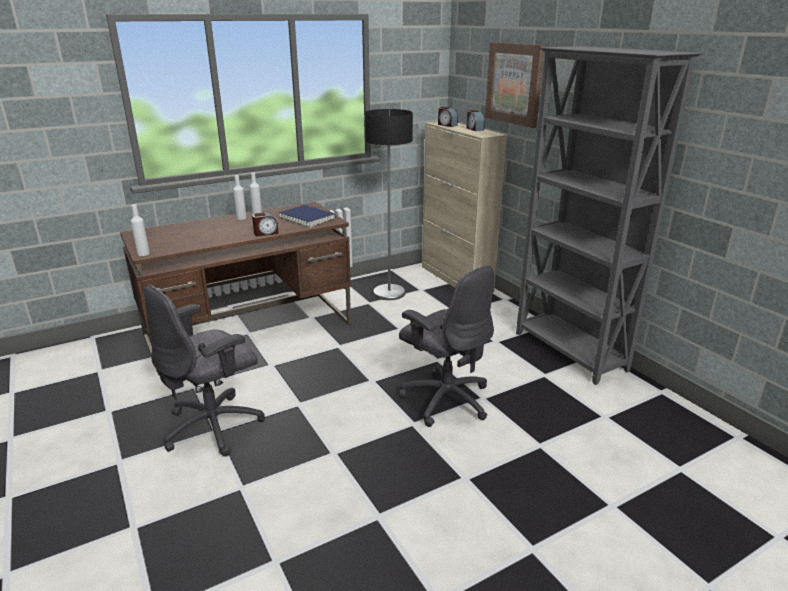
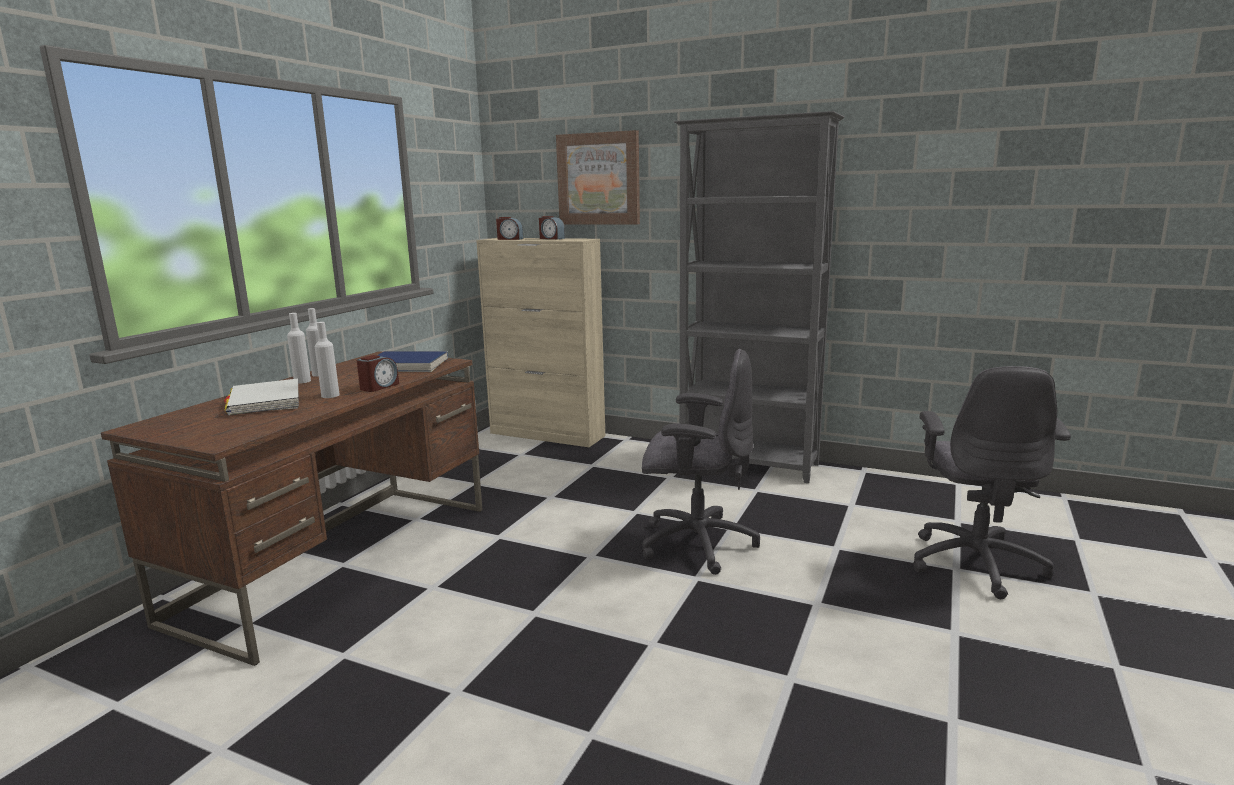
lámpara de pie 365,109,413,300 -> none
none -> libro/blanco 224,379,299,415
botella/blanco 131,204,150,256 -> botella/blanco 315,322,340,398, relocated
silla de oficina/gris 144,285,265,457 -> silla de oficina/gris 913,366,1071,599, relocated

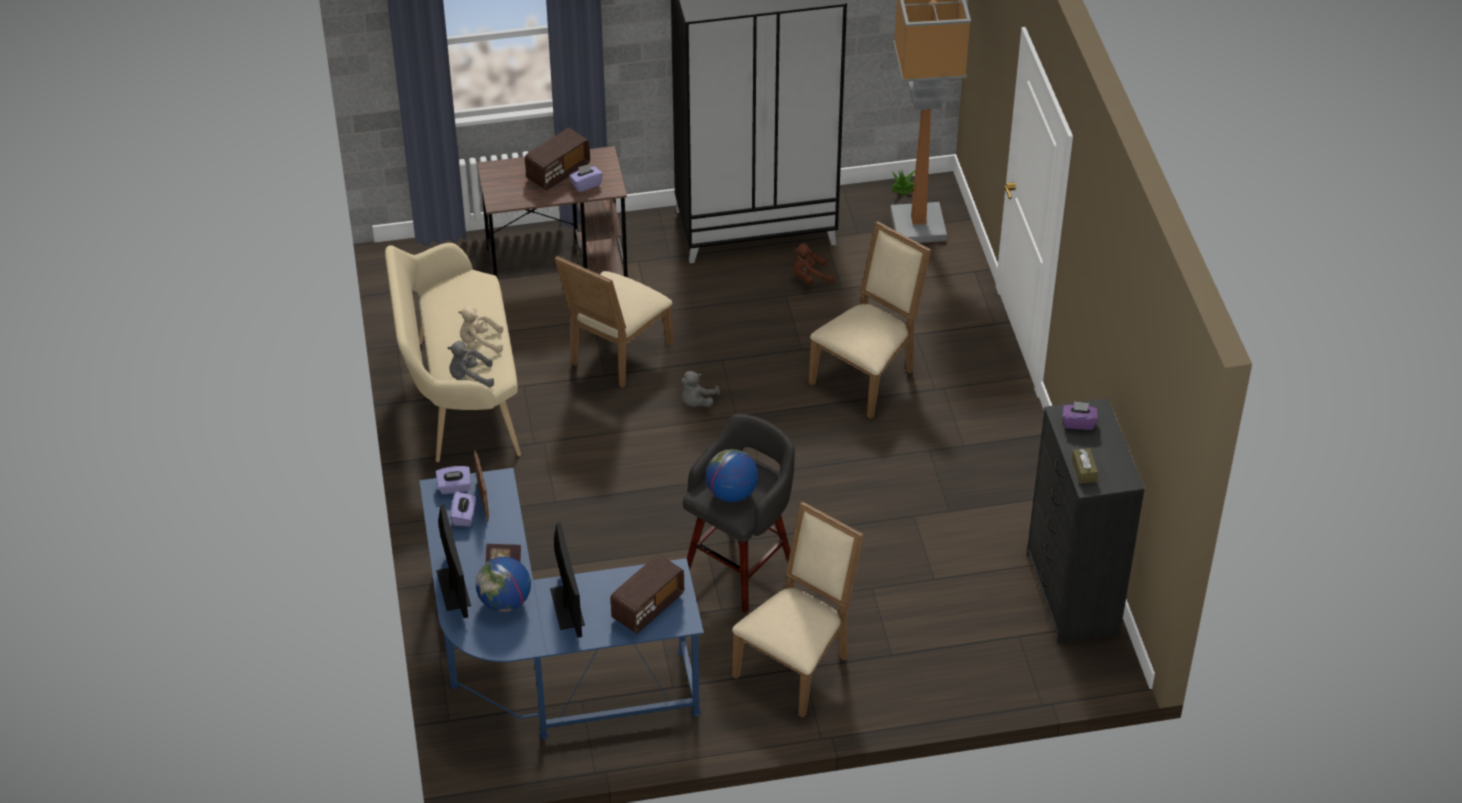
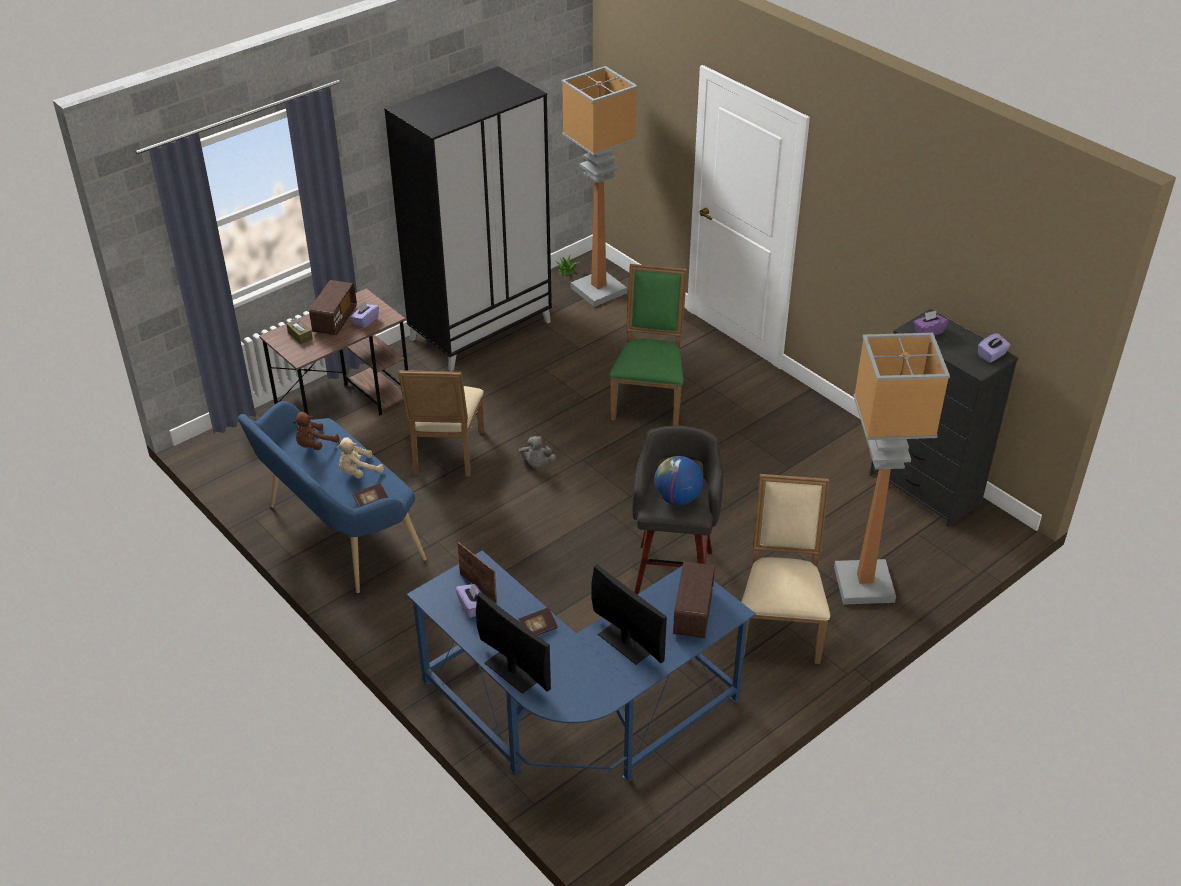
globo terráqueo 476,557,531,612 -> none
none -> lámpara de pie 834,333,950,605
caja de pañuelos/morado 436,466,471,494 -> caja de pañuelos/morado 978,333,1011,363, relocated
peluche/marrón 793,243,835,285 -> peluche/marrón 293,412,339,450, relocated
caja de pañuelos/marrón 1072,448,1098,484 -> caja de pañuelos/marrón 286,318,313,344, relocated
peluche/gris 448,341,494,387 -> libro 353,483,388,507
banco/beis 385,243,521,462 -> banco/azul 238,401,427,593
silla/beis 809,221,931,419 -> silla/verde 609,264,687,426

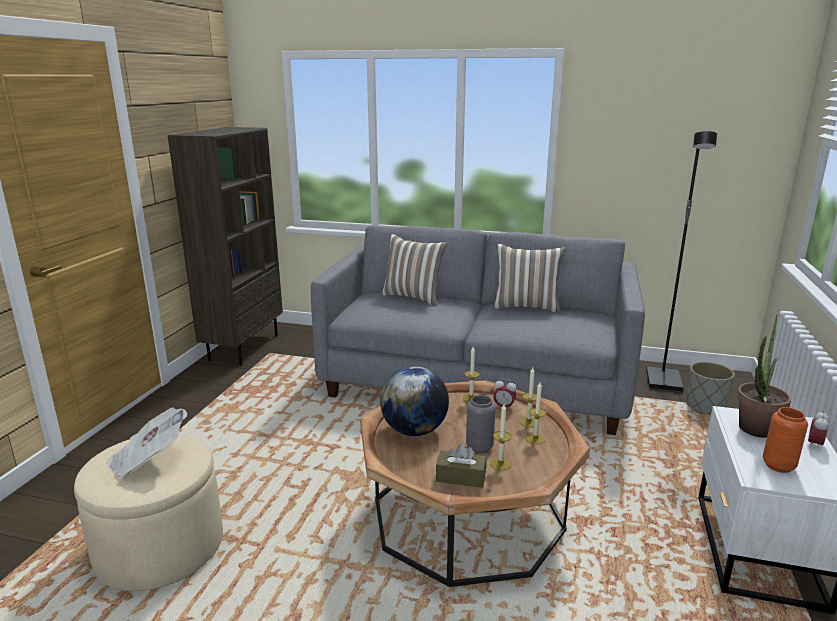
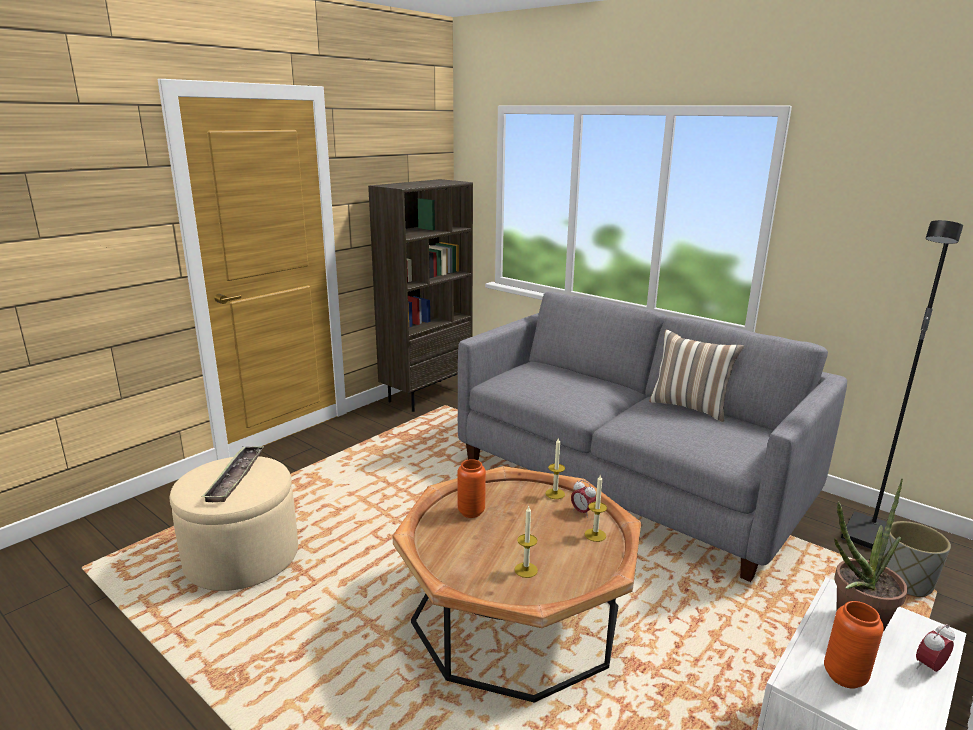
cojín 382,234,448,306 -> none
caja de pañuelos/marrón 436,444,487,488 -> none
florero/gris 466,395,496,454 -> none
vela 526,382,546,444 -> none
periódico 106,407,187,478 -> bandeja 202,446,264,502
globo terráqueo 380,366,449,436 -> florero/naranja 457,459,486,518

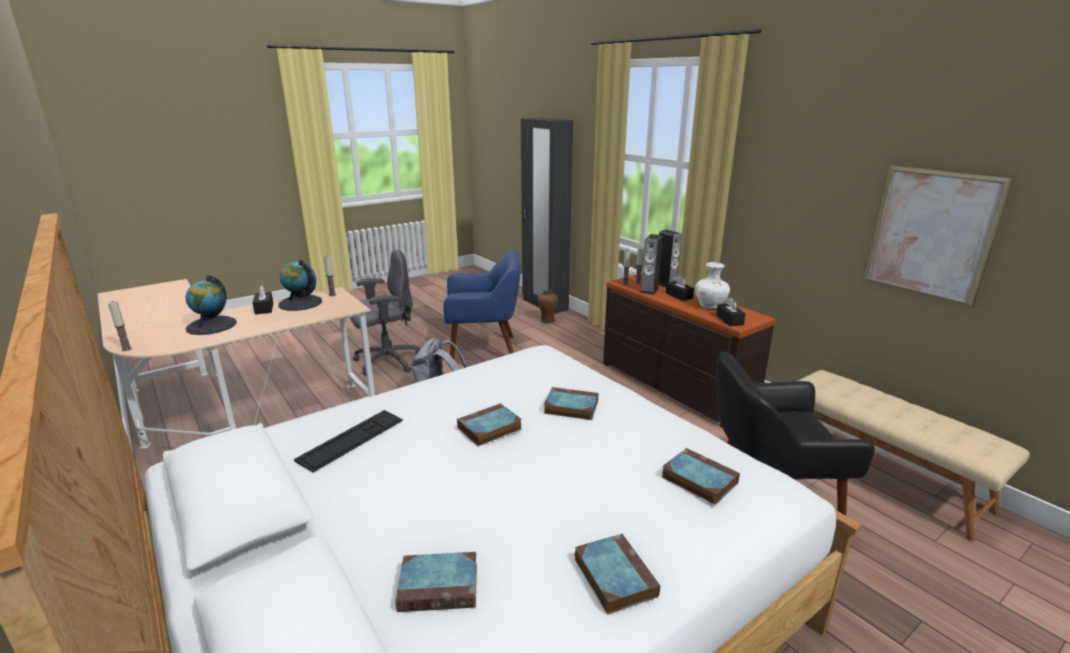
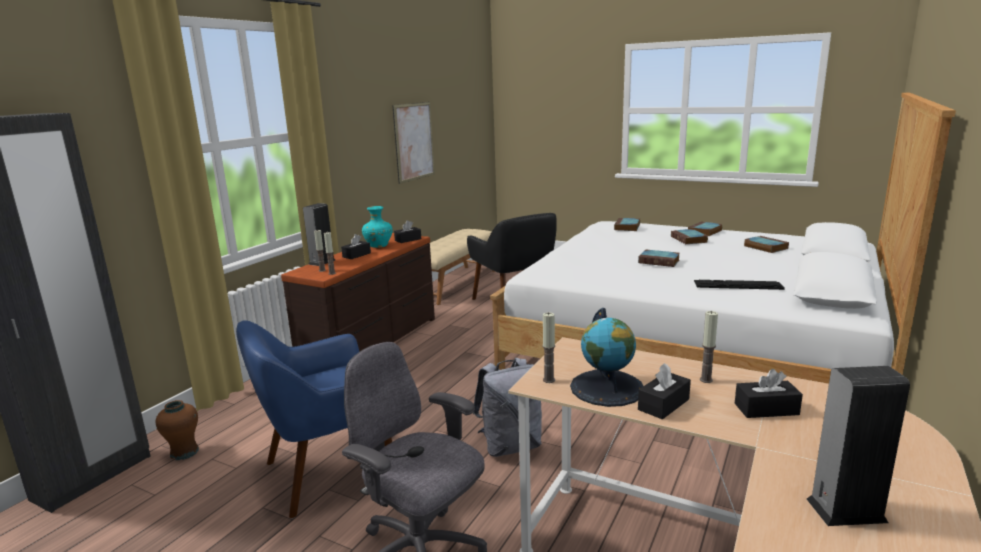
vela 108,301,132,351 -> vela 700,311,718,383, relocated
libro 544,387,598,420 -> libro 671,229,708,244, relocated
altavoz 640,234,662,295 -> altavoz 807,366,910,526, relocated
globo terráqueo 186,275,237,335 -> caja de pañuelos/negro 735,369,803,418
florero/blanco 695,262,730,309 -> florero/turquesa 362,206,393,248
sillón/azul 443,250,521,359 -> sillón/azul 236,320,392,518, 90 degrees counterclockwise

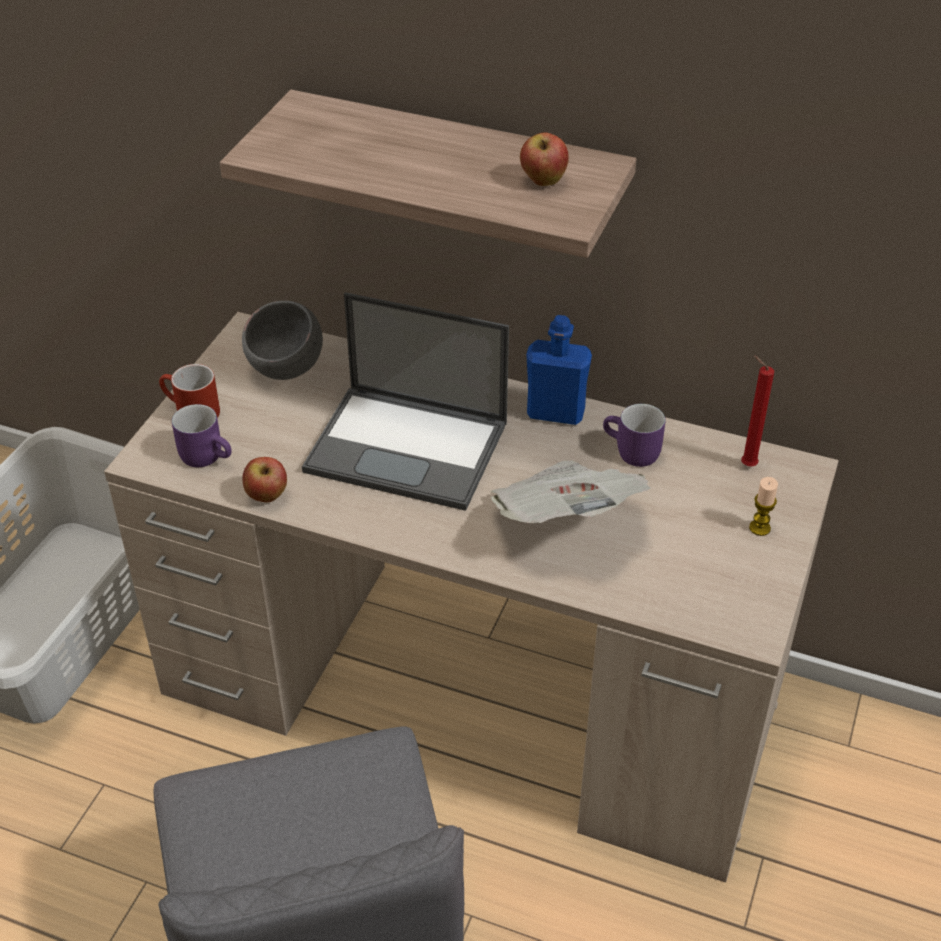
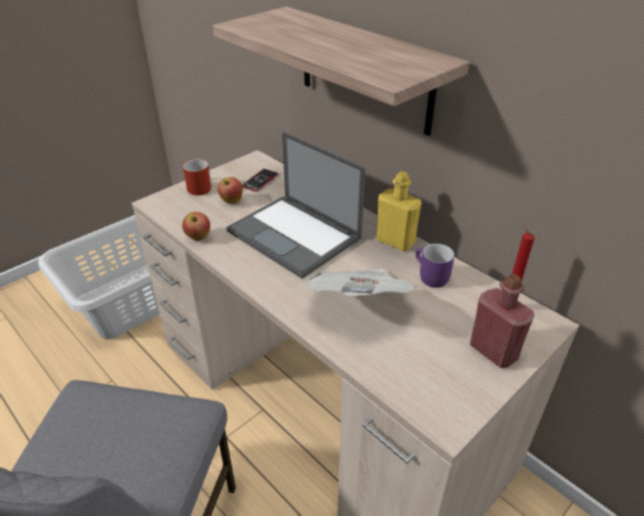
taza grande/morado 172,404,232,467 -> none
manzana 520,132,569,186 -> manzana 218,177,243,204, relocated
cuenco/gris 242,301,323,380 -> móvil 242,169,278,192
vela 749,477,778,536 -> botella/rojo 470,274,535,368
botella/azul 526,315,592,425 -> botella/amarillo 377,171,422,251

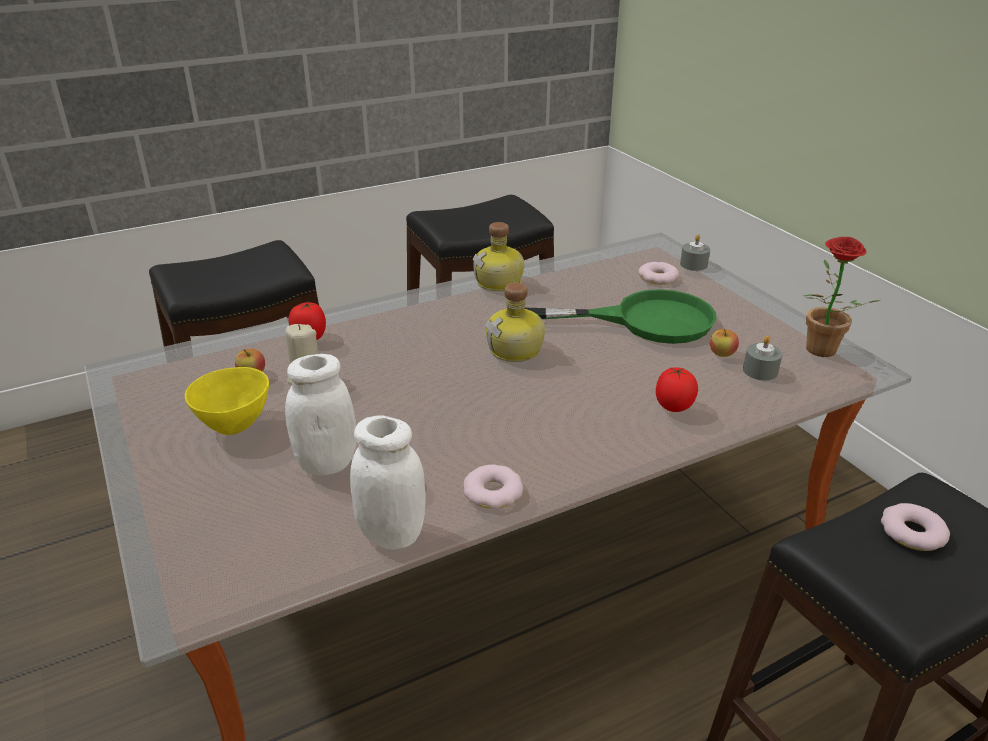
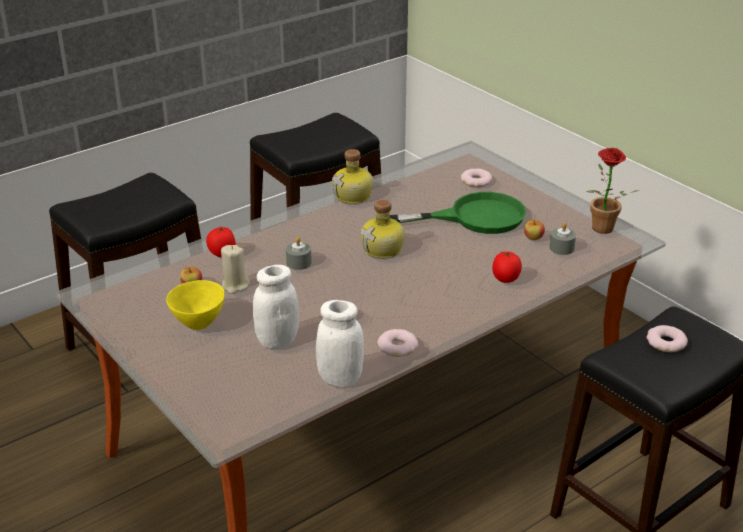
vela/gris 680,234,710,271 -> vela/gris 286,237,312,270, relocated

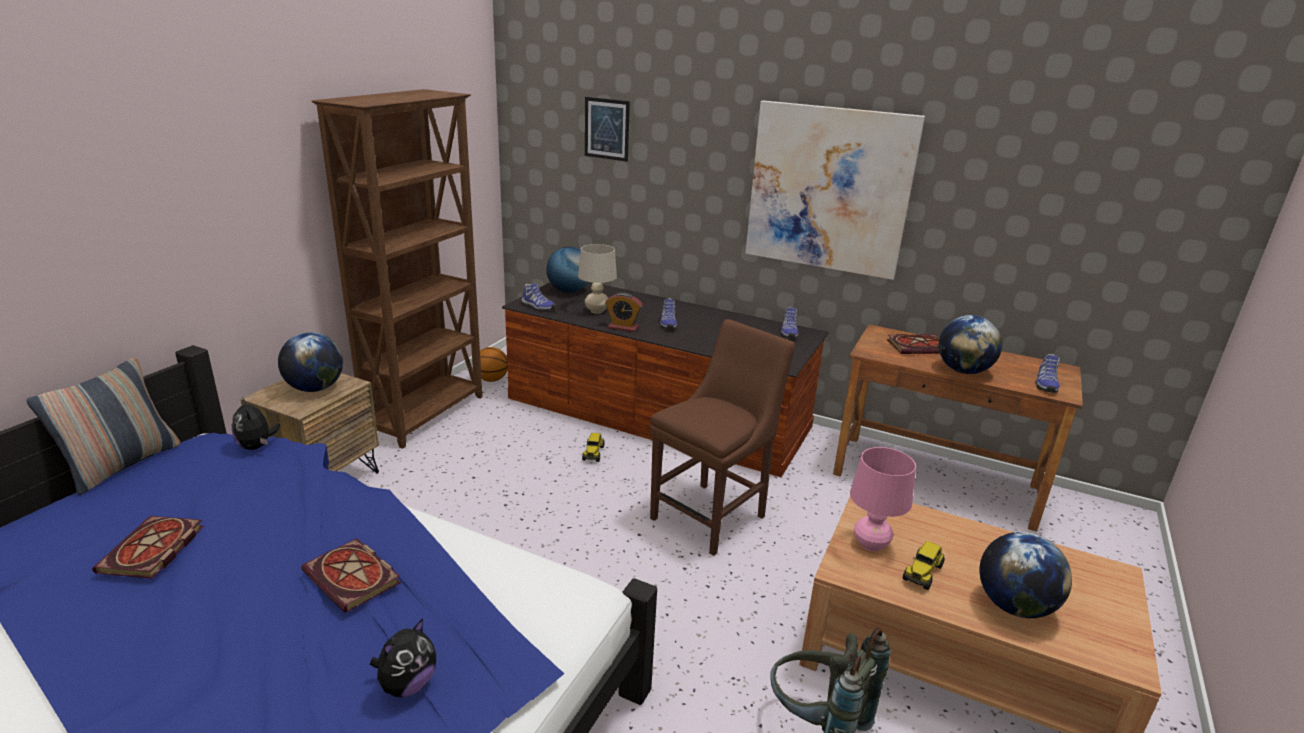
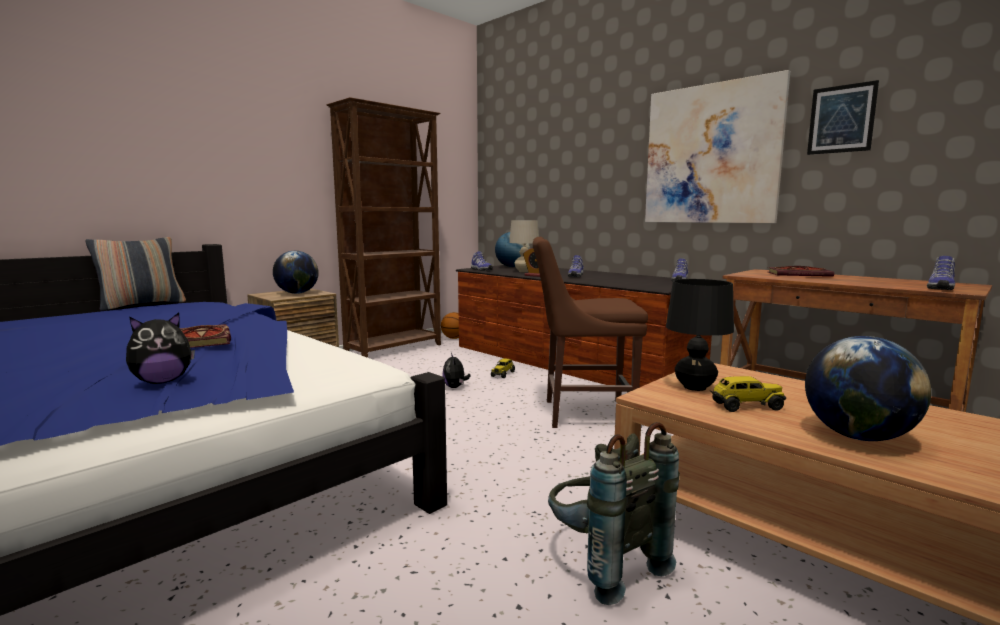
libro 92,516,204,579 -> none
globo terráqueo 939,315,1002,374 -> none
peluche 232,398,280,450 -> peluche 442,353,470,388, relocated
cuadro 585,97,630,162 -> cuadro 807,80,879,155, relocated
lámpara de mesa/rosa 850,447,916,551 -> lámpara de mesa/negro 666,279,734,391
silla/marrón 649,319,795,556 -> silla/marrón 533,237,648,428, 150 degrees counterclockwise
camión de juguete 902,541,945,590 -> camión de juguete 710,376,786,412, 150 degrees counterclockwise

